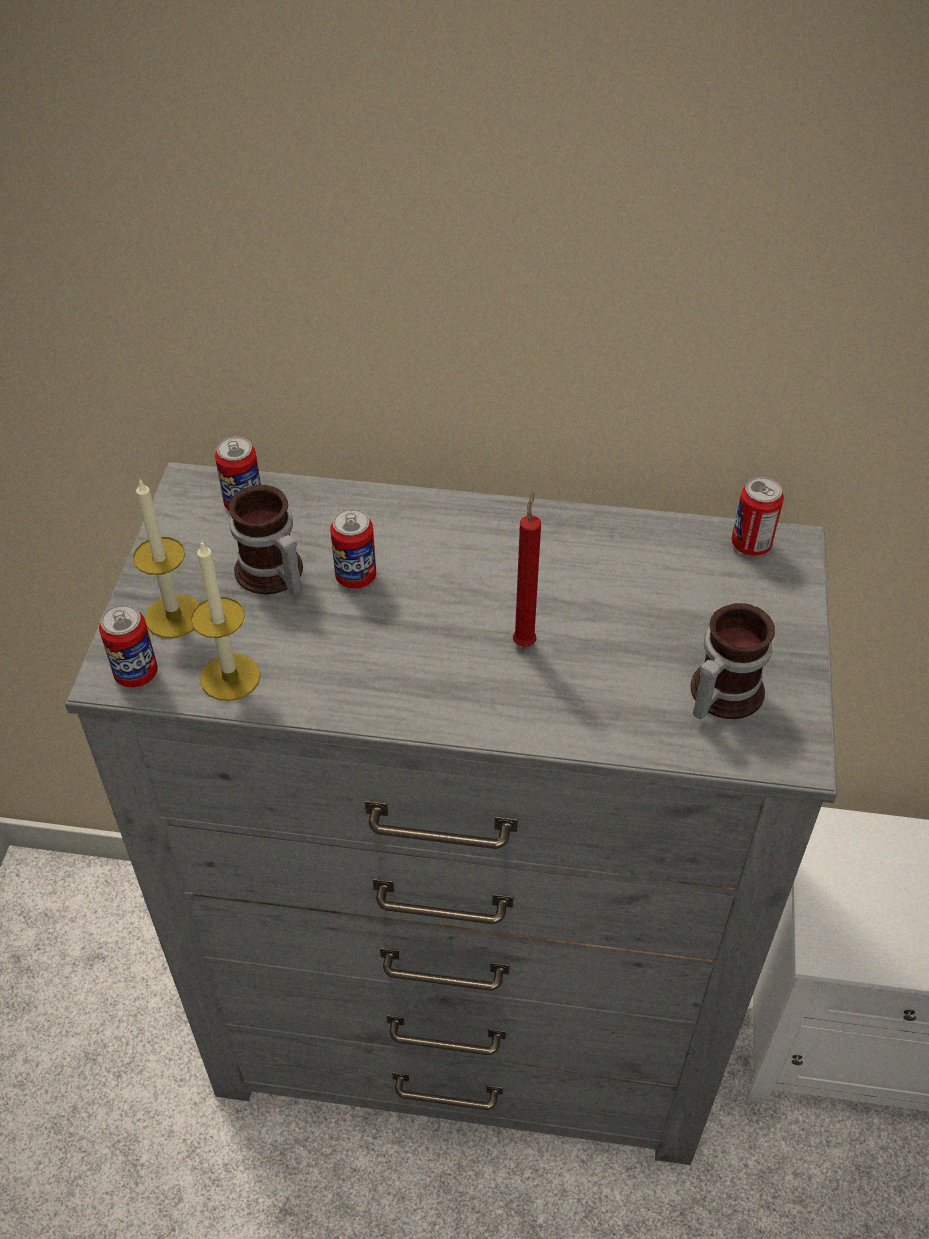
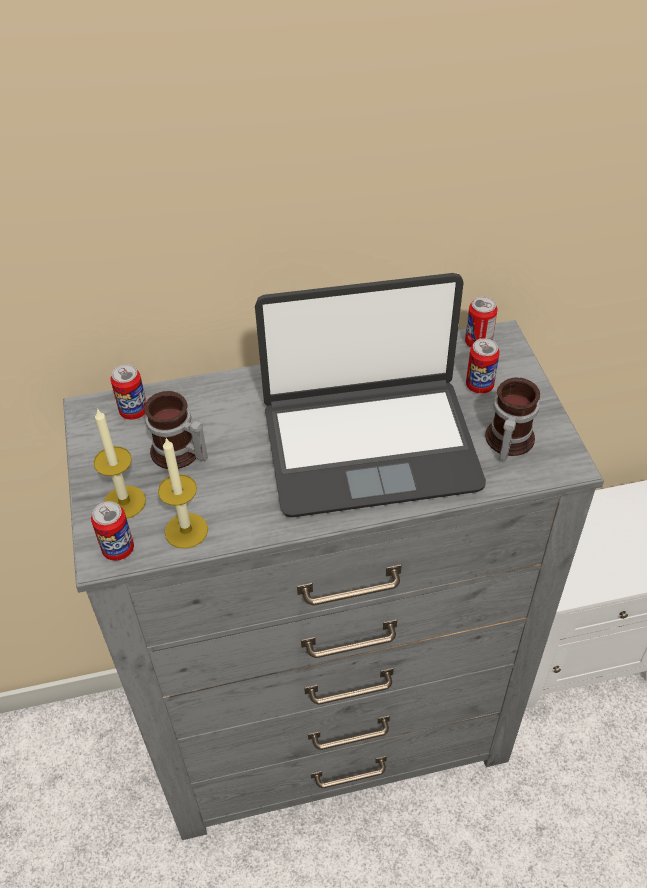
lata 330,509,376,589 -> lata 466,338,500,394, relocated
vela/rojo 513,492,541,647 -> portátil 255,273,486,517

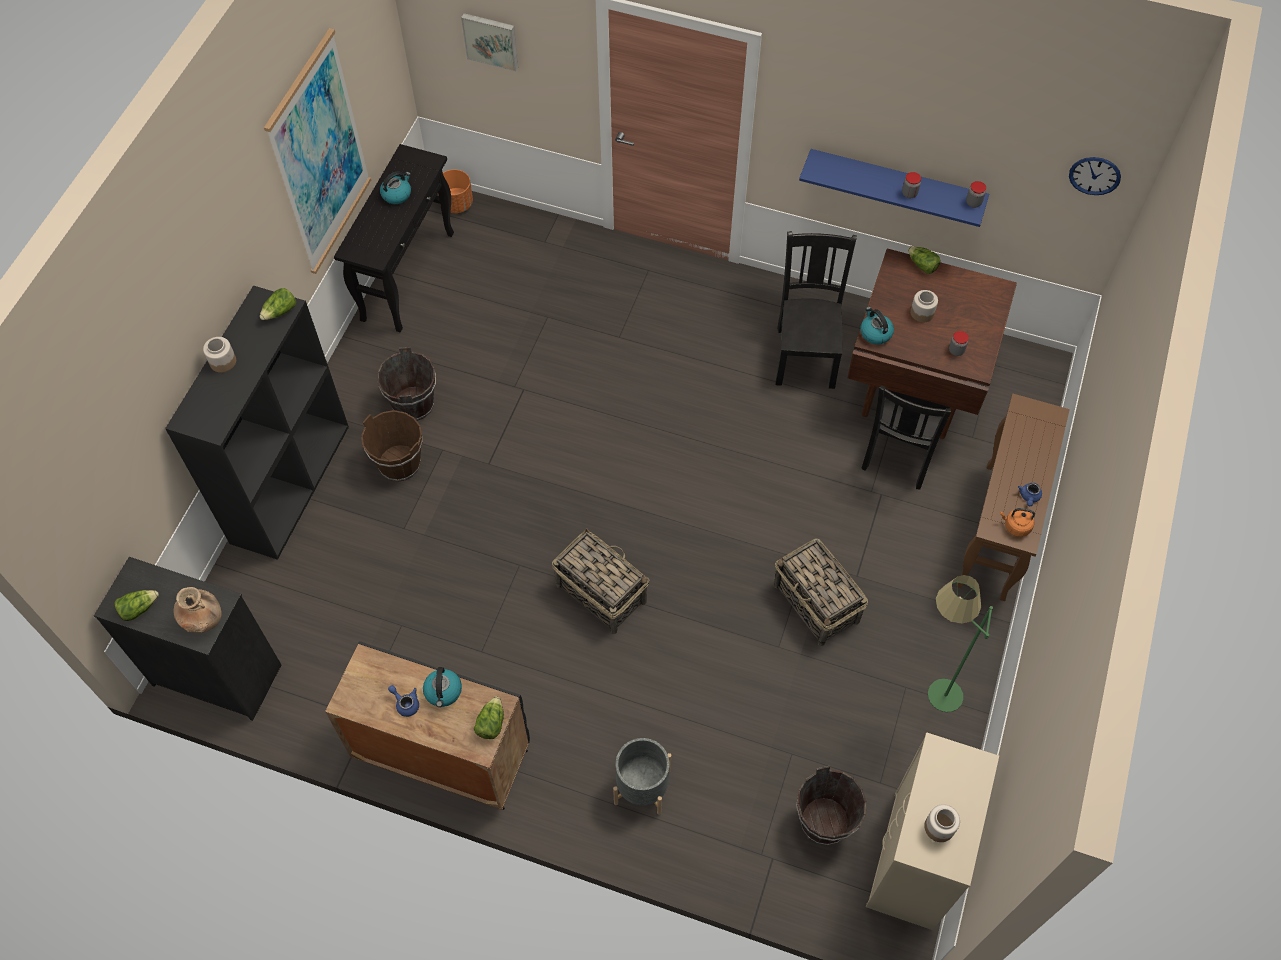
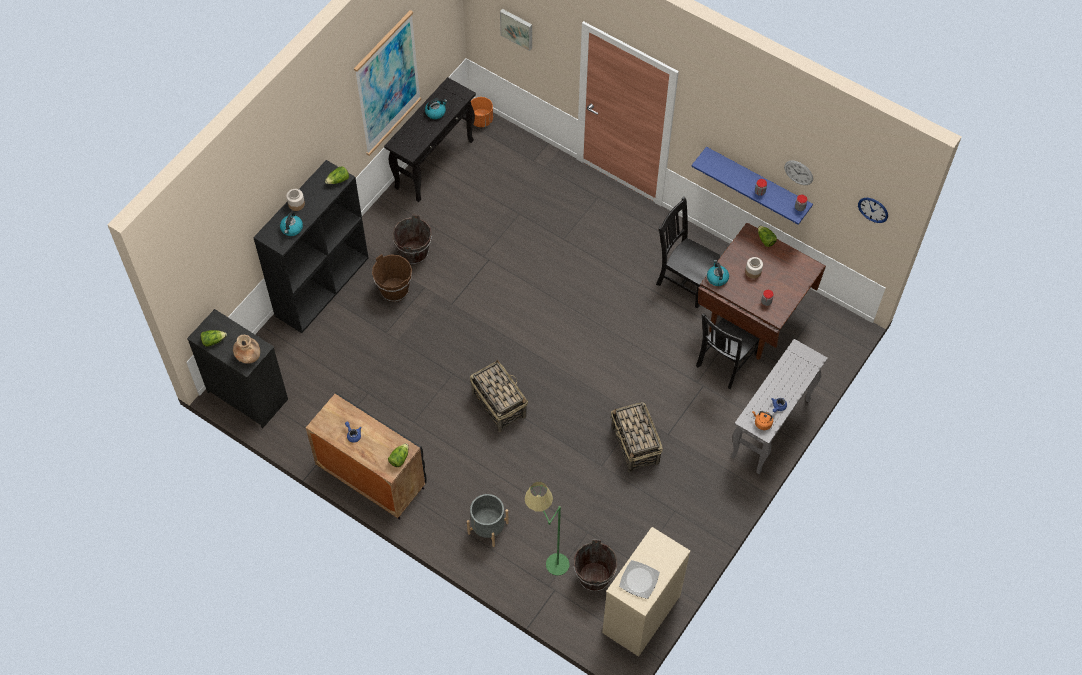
none -> reloj de pared 784,161,813,185
hervidor 423,667,462,707 -> hervidor 280,212,303,236, relocated
lámpara de pie/verde 928,575,993,712 -> lámpara de pie/verde 524,482,569,576, relocated
tarro 924,804,960,842 -> plato 619,560,660,599
mesa consola/marrón 956,394,1070,601 -> mesa consola/gris 731,339,828,474
silla/negro 775,231,857,389 -> silla/negro 656,197,721,309, 75 degrees counterclockwise

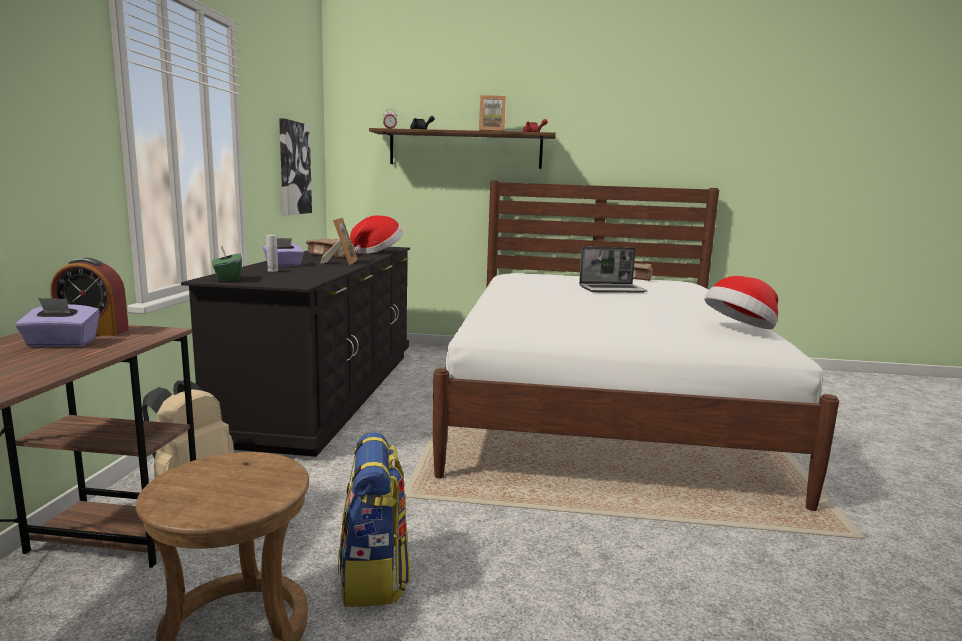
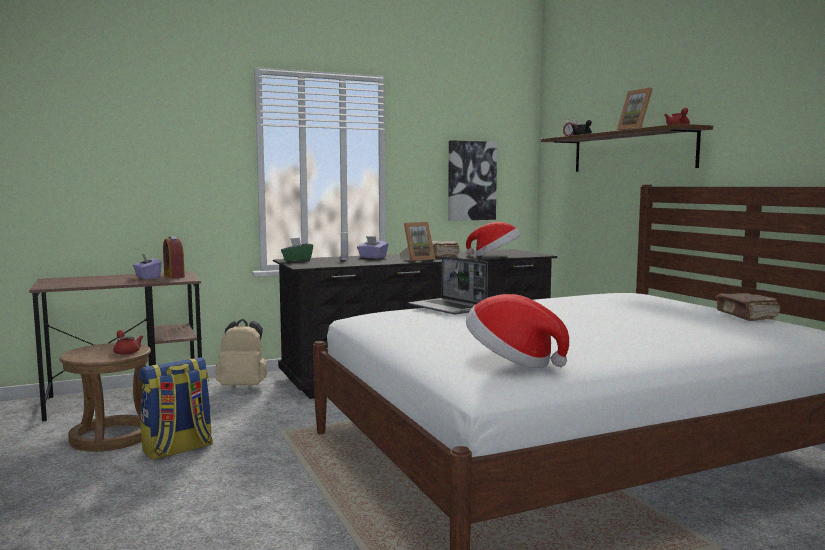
none -> tetera/rojo 113,330,143,355
portátil 579,246,648,293 -> portátil 409,256,488,315, relocated

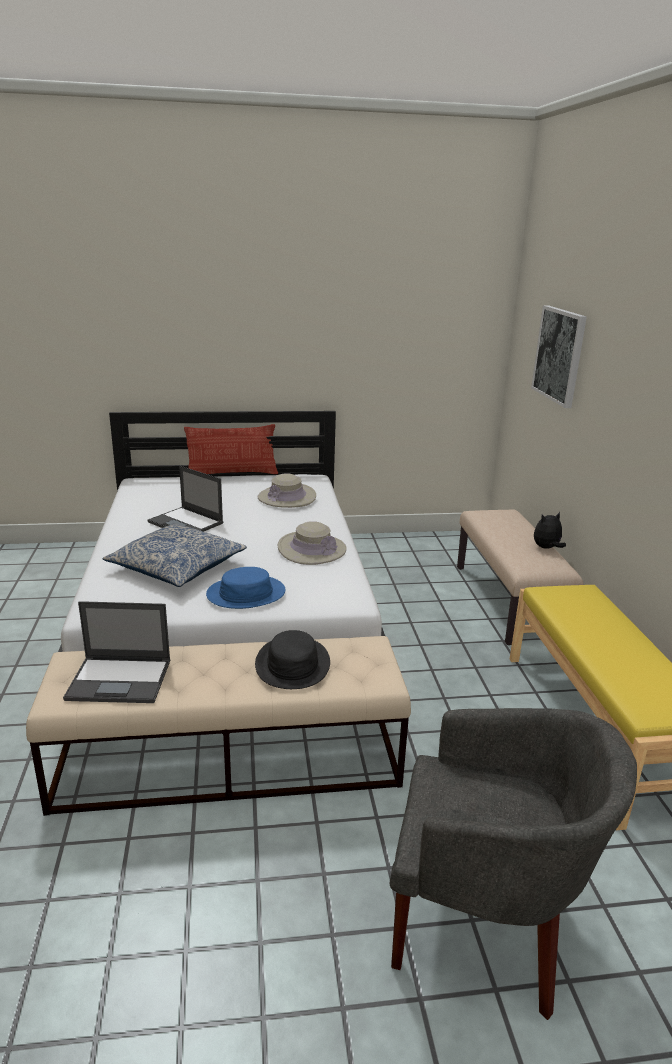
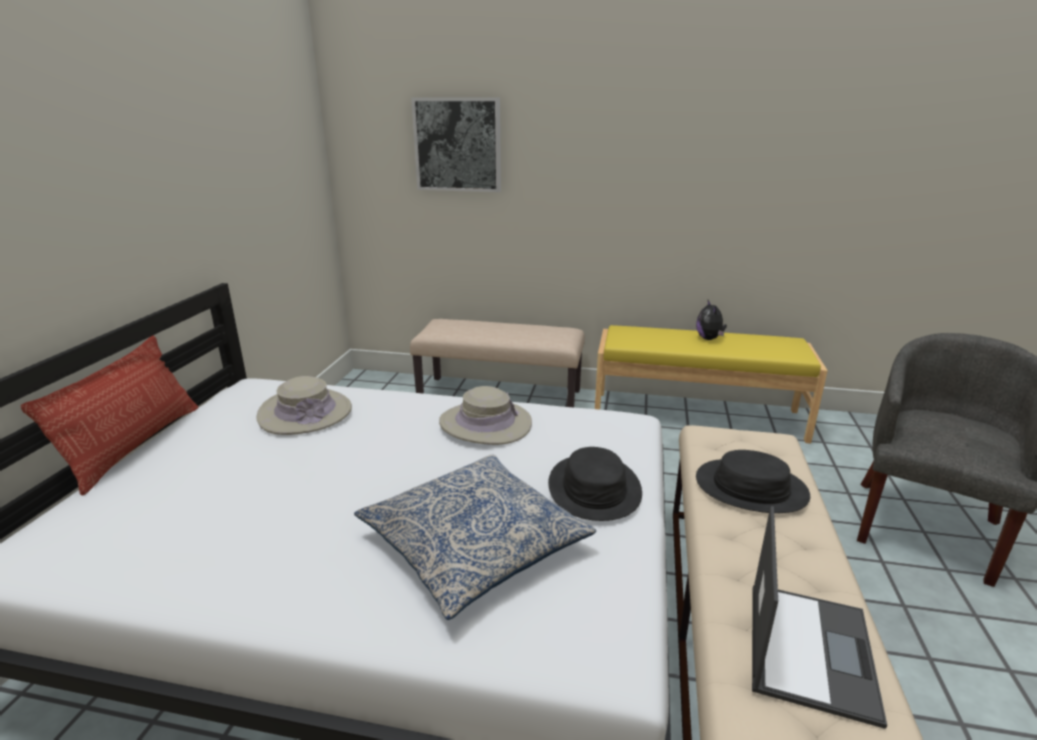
portátil 147,466,223,532 -> none
peluche 534,512,566,549 -> peluche 696,300,727,340, relocated
sombrero/azul 206,567,285,609 -> sombrero/negro 548,447,642,521

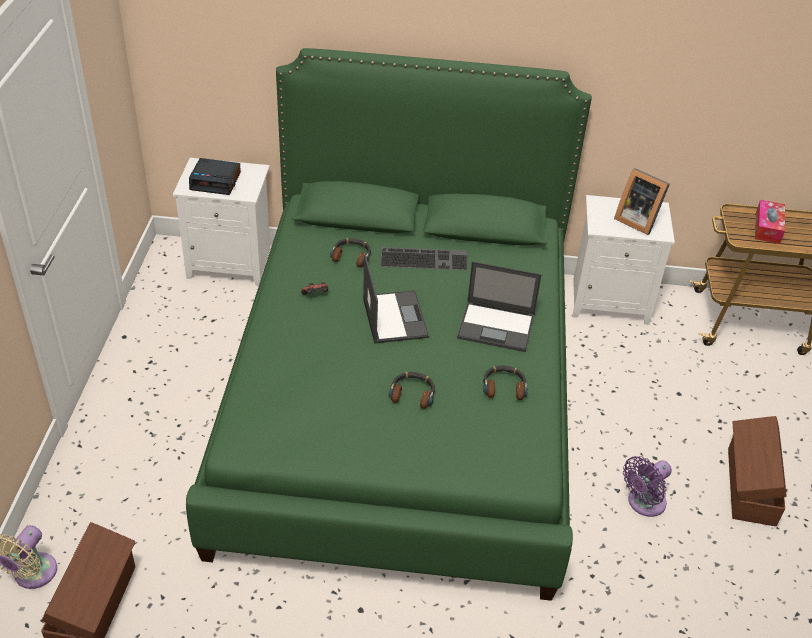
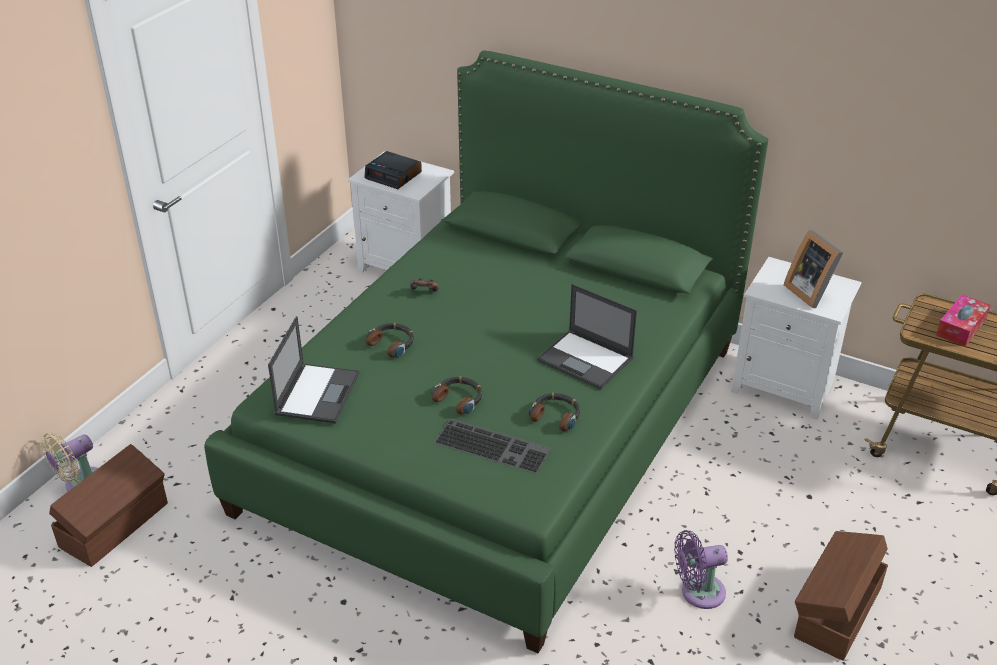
auriculares 330,238,371,267 -> auriculares 366,323,414,357, relocated
portátil 363,254,429,344 -> portátil 268,316,360,424, relocated
teclado 380,247,468,271 -> teclado 434,418,551,474, relocated

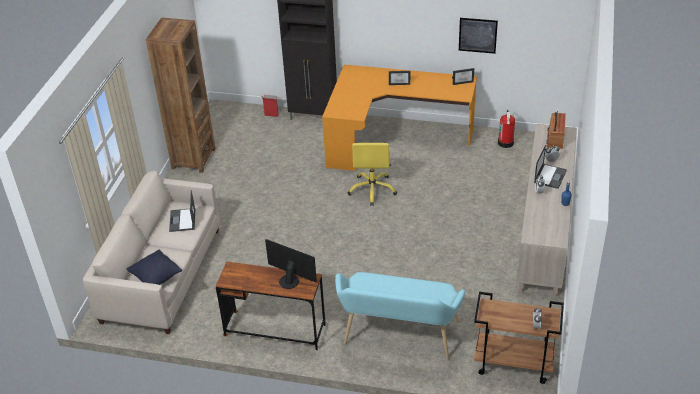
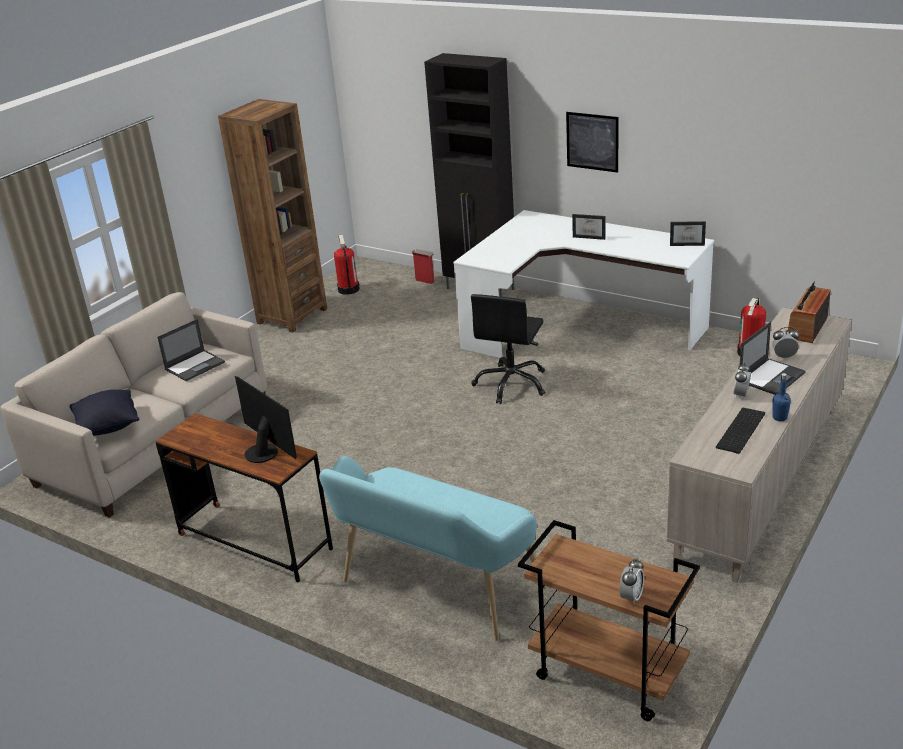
none -> extintor 334,234,360,295
none -> teclado 716,408,765,454
cuadro 459,18,498,54 -> cuadro 566,112,619,173, relocated
escritorio/naranja 322,64,477,171 -> escritorio/blanco 453,210,714,358
silla de oficina/amarillo 348,143,397,206 -> silla de oficina/negro 471,294,545,404
portátil 169,190,195,232 -> portátil 157,319,225,381, 150 degrees counterclockwise

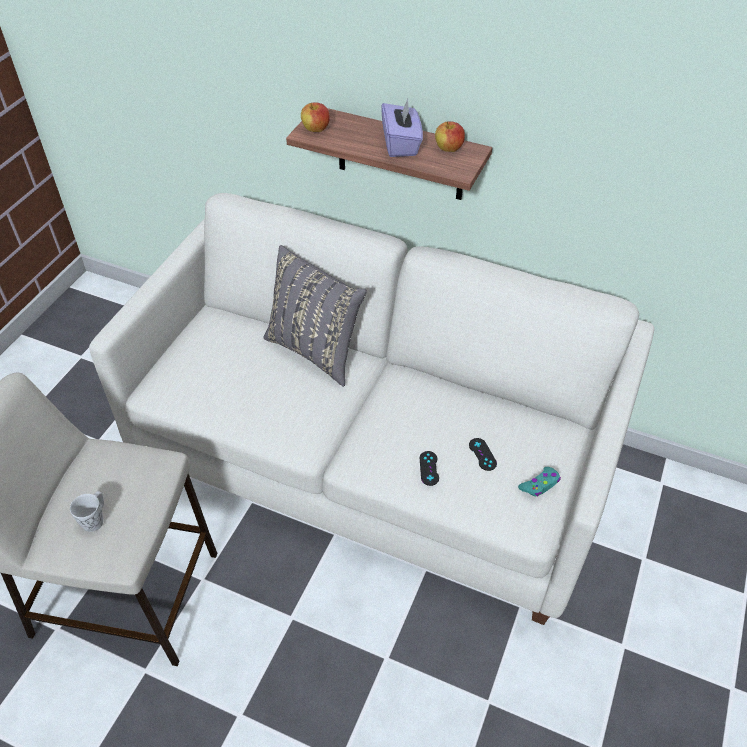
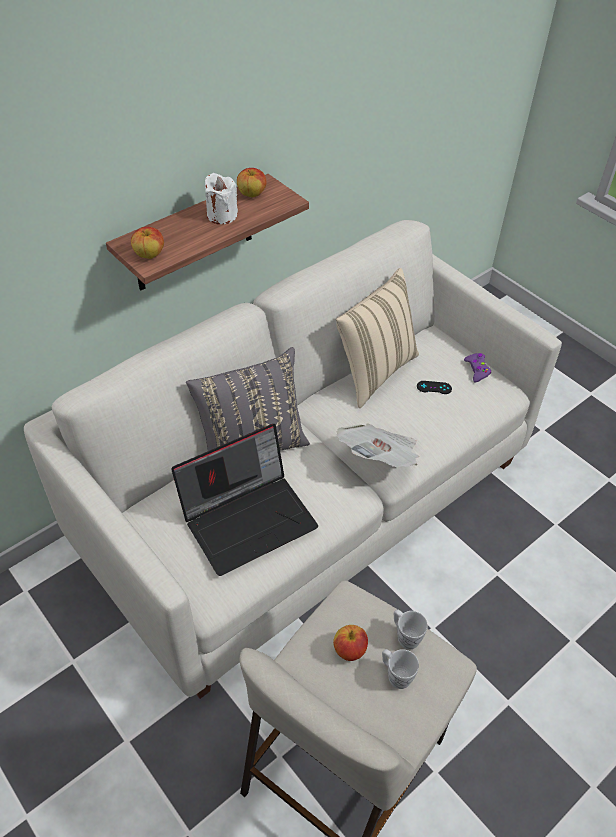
mando de consola/negro 420,451,439,486 -> none
none -> portátil 171,424,318,576
none -> manzana 333,625,368,661
none -> cojín/beis 336,268,419,408
none -> periódico 337,424,419,467
none -> taza grande/blanco 394,610,428,649
caja de pañuelos/morado 381,99,423,157 -> vela/blanco 205,173,238,224
mando de consola/turquesa 518,467,561,497 -> mando de consola/morado 464,353,491,383

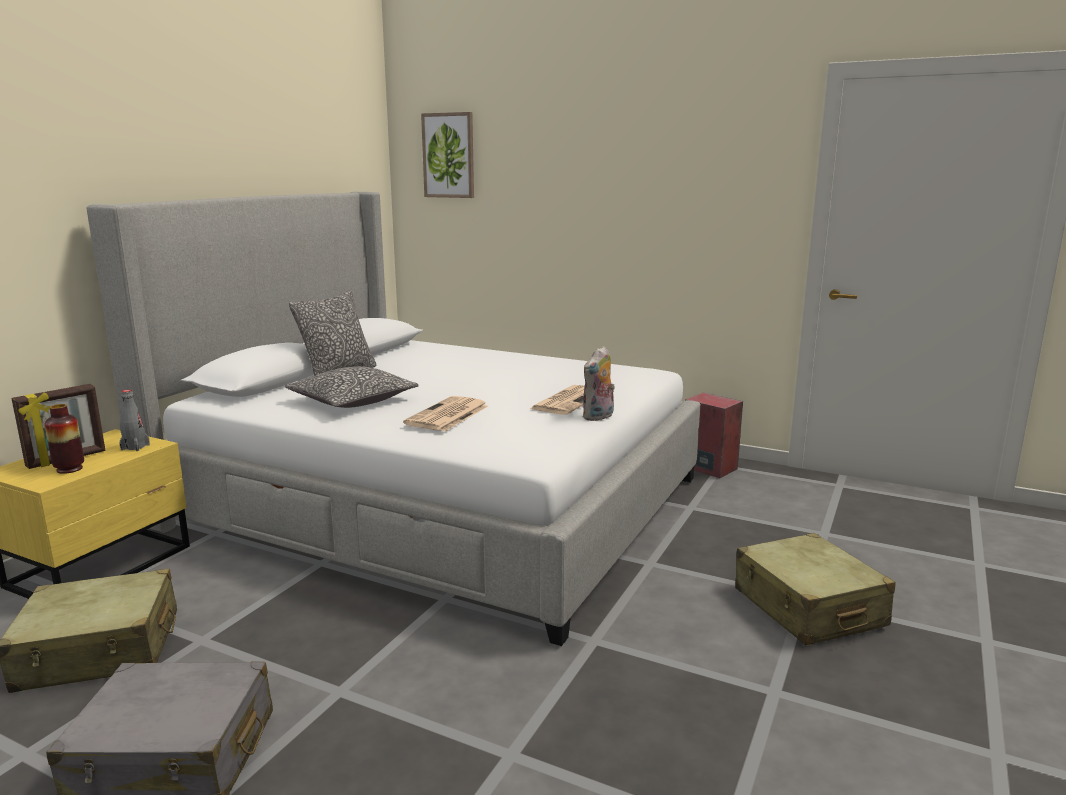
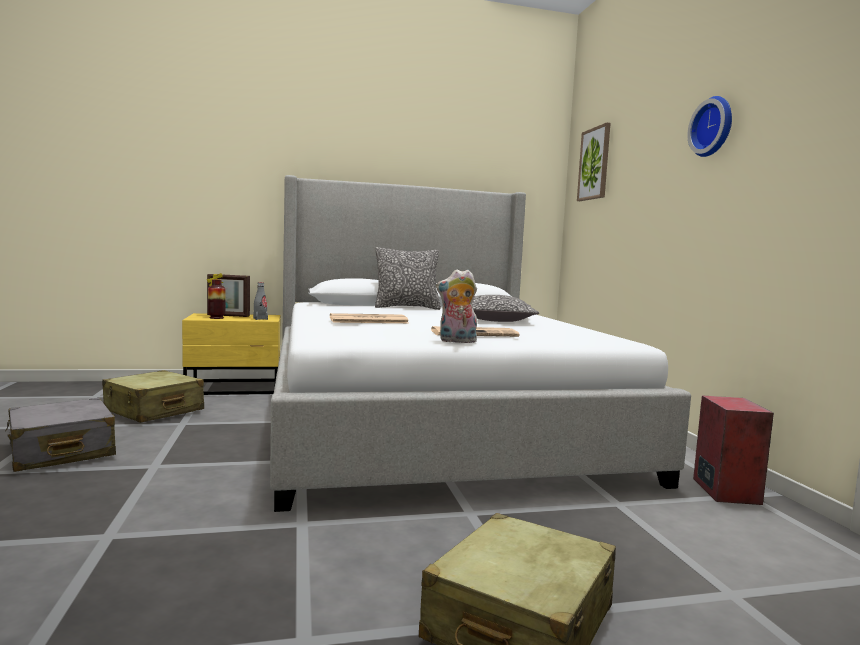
none -> reloj de pared 687,96,732,157
cojín 285,366,419,408 -> cojín 472,295,539,322, relocated

